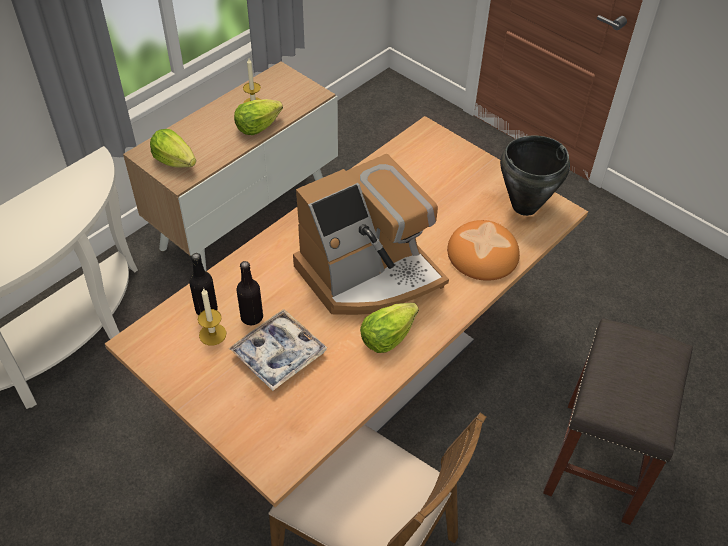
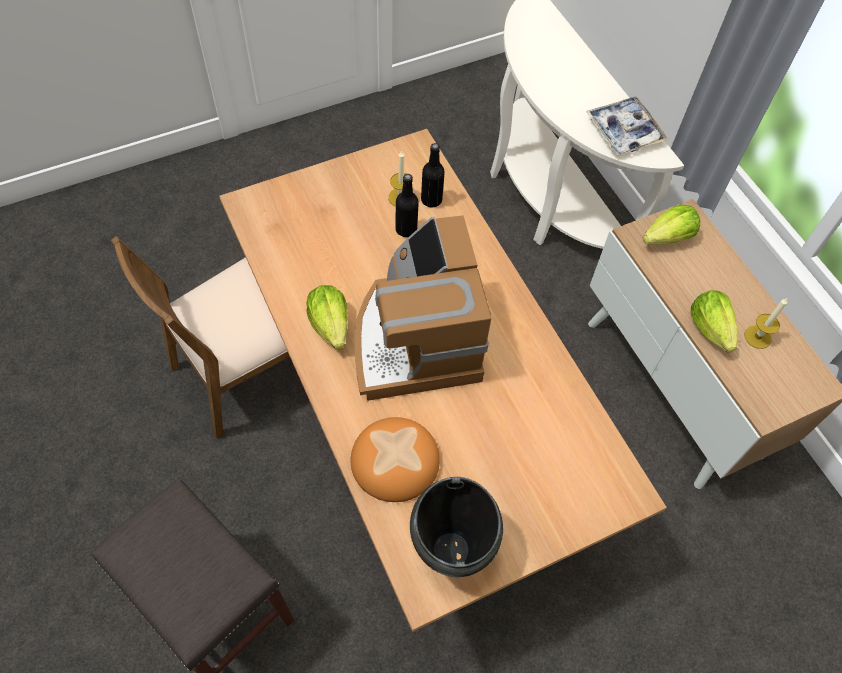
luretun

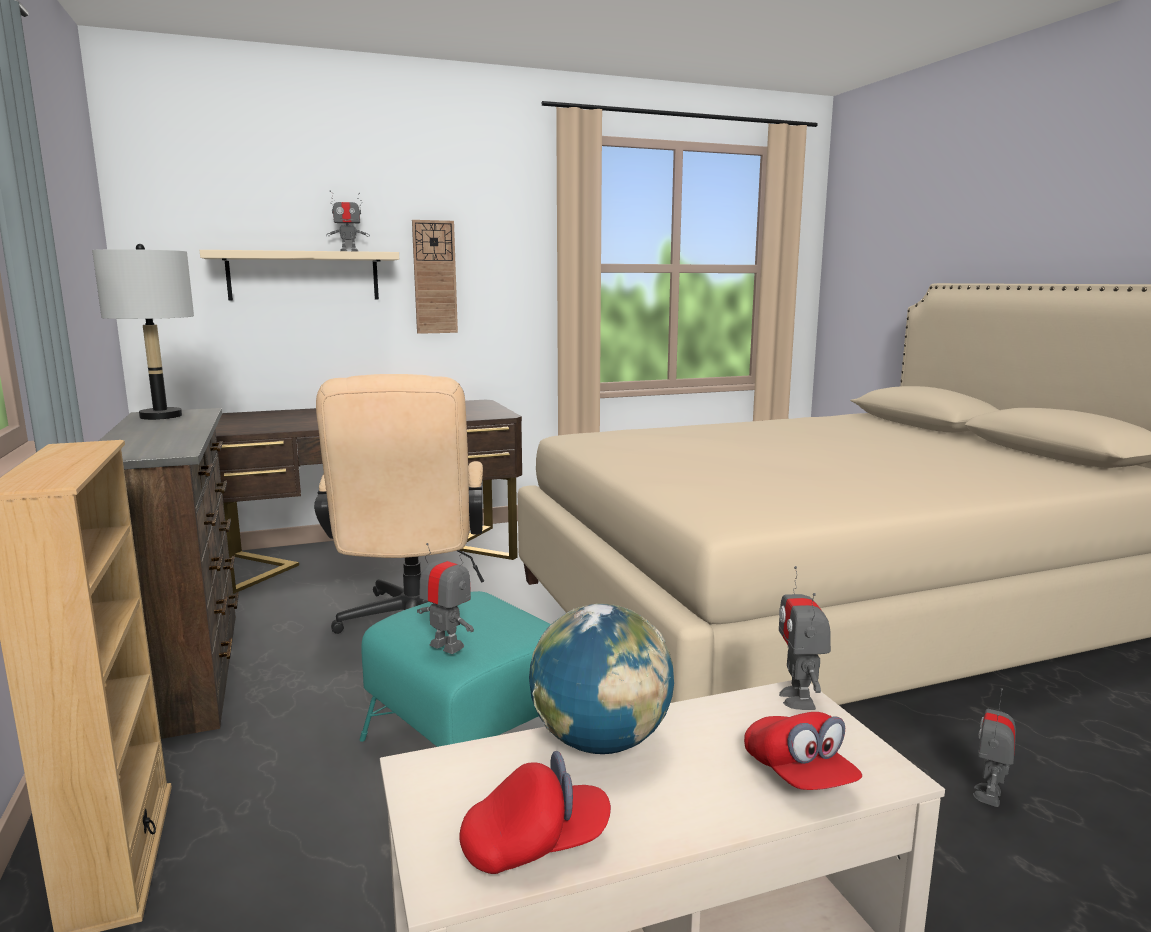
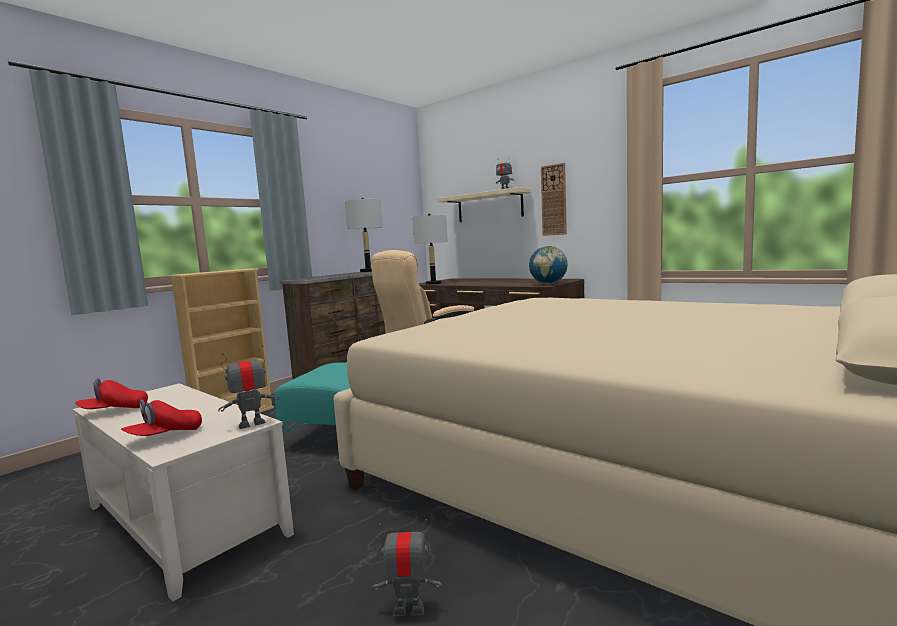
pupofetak (no. 2 from left in the first image); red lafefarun (no. 1 from left); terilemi; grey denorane (no. 2 from left)

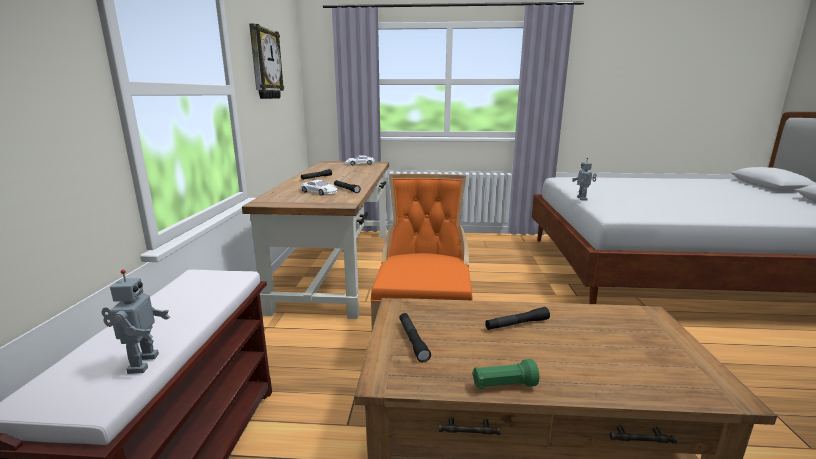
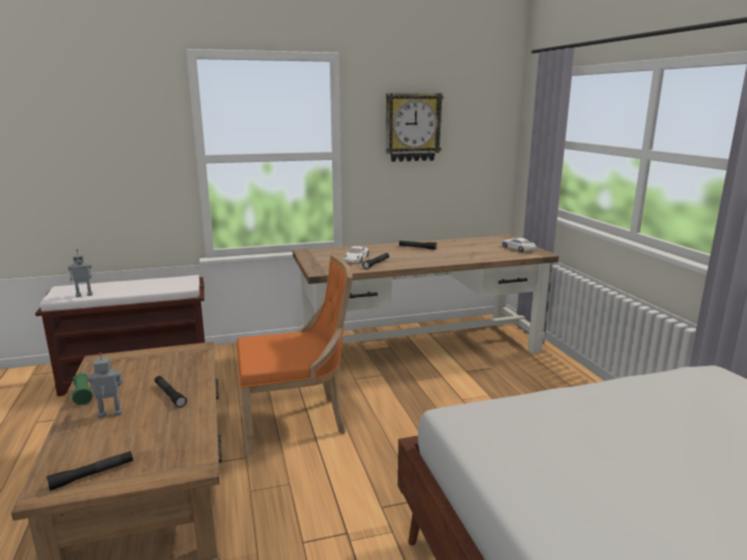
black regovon (no. 1 from left); pupofetak (no. 2 from left)

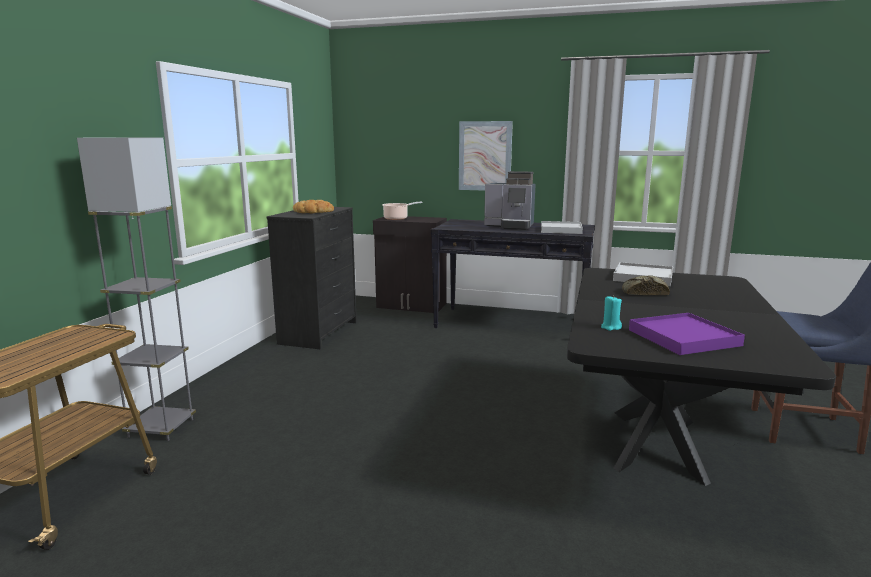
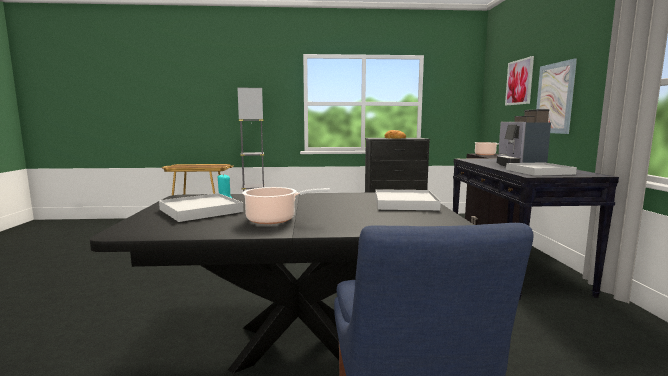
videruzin (no. 2 from left in the first image); white luretun (no. 1 from left); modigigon (no. 1 from left); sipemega (no. 1 from left)

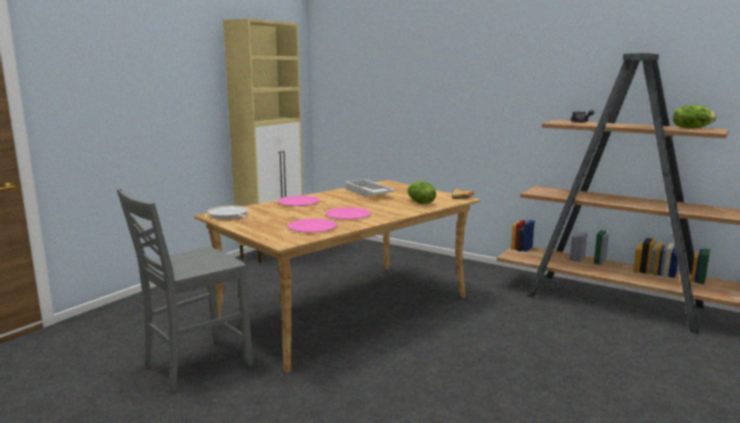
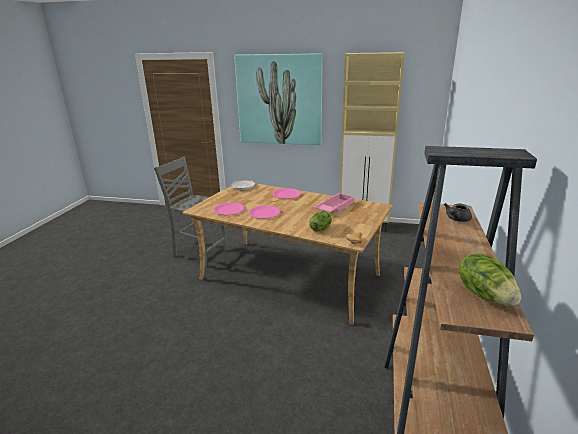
pink luretun; sipemega

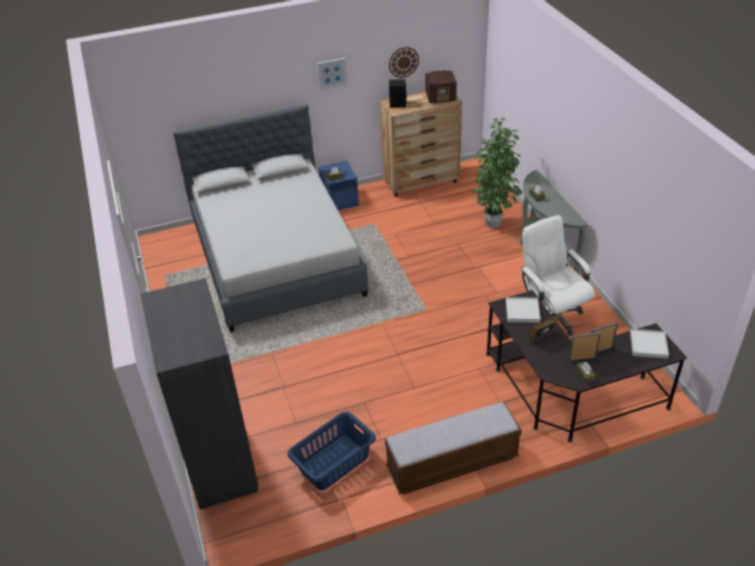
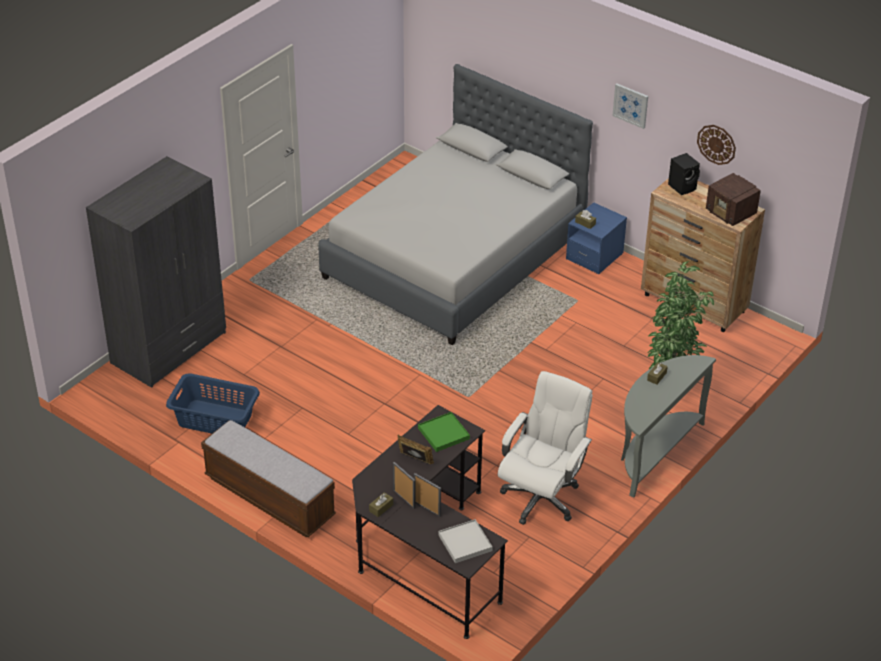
green luretun

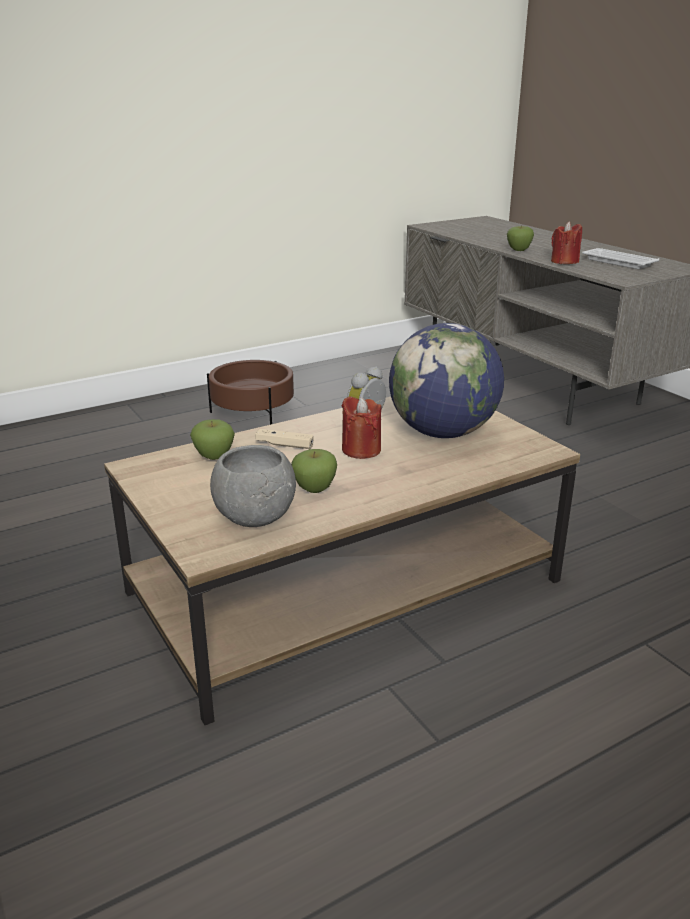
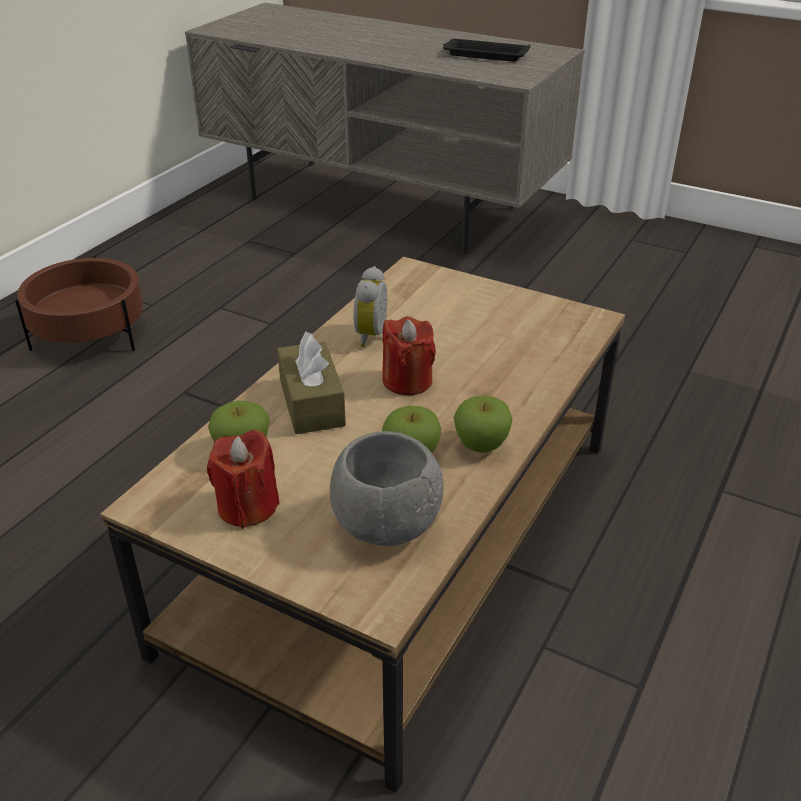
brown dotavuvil; terilemi; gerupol (no. 3 from left); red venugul (no. 1 from left); black luretun

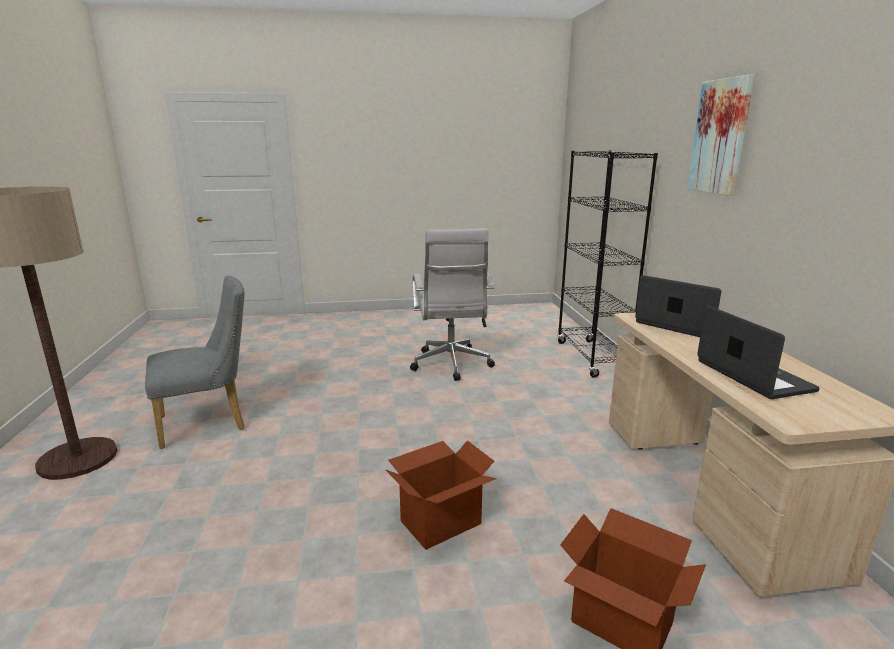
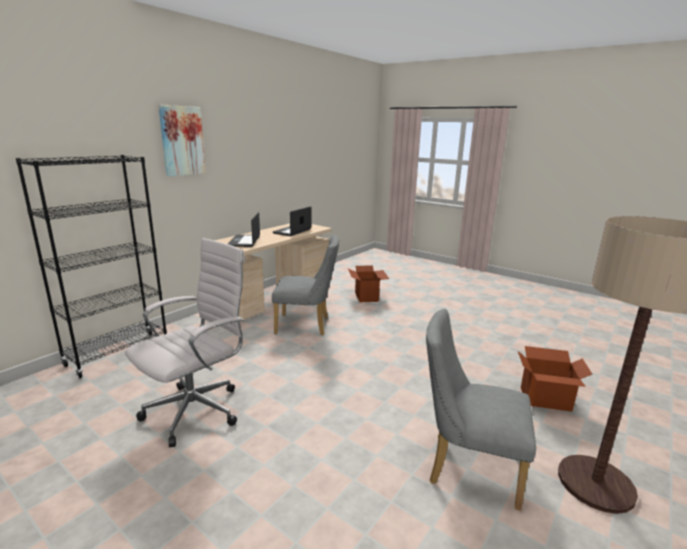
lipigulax (no. 2 from left); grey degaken (no. 1 from left)

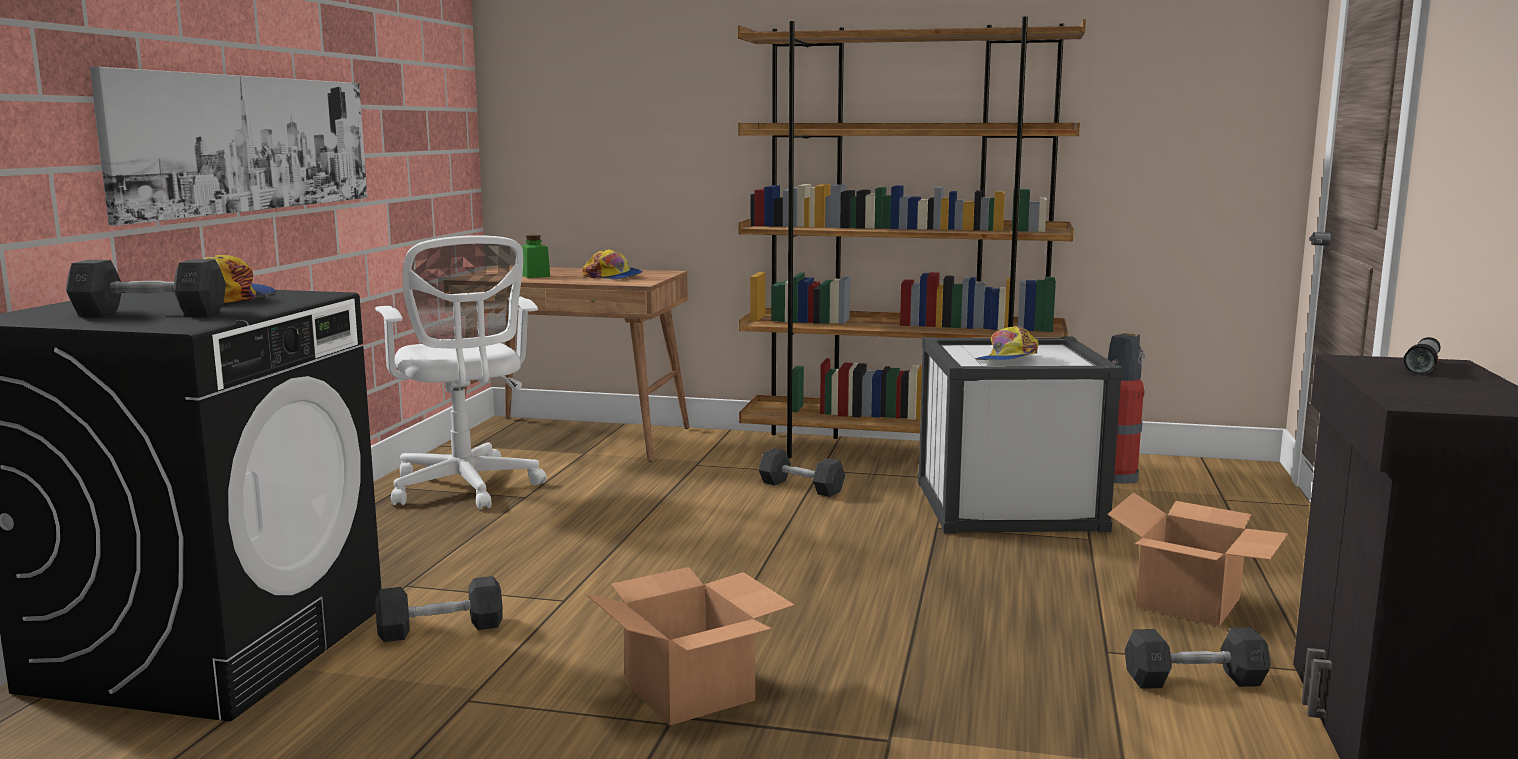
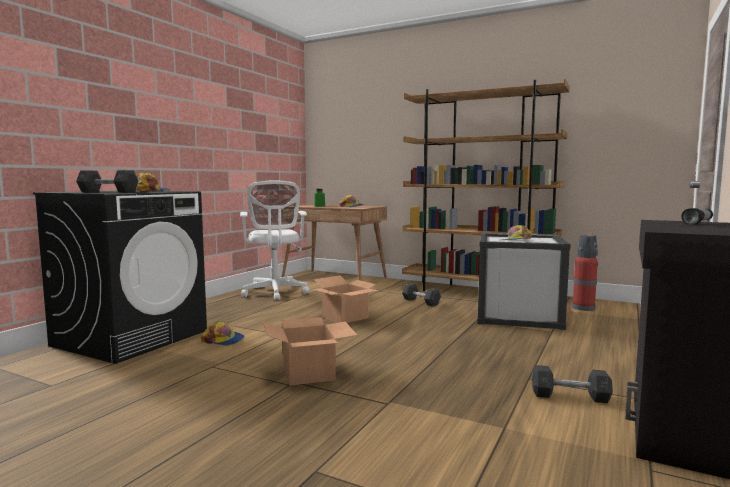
sipemega; lafefarun (no. 2 from left); lipigulax (no. 2 from left)

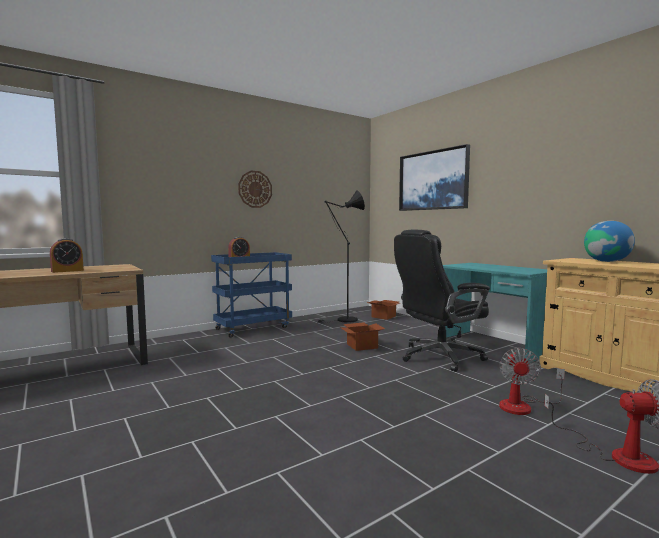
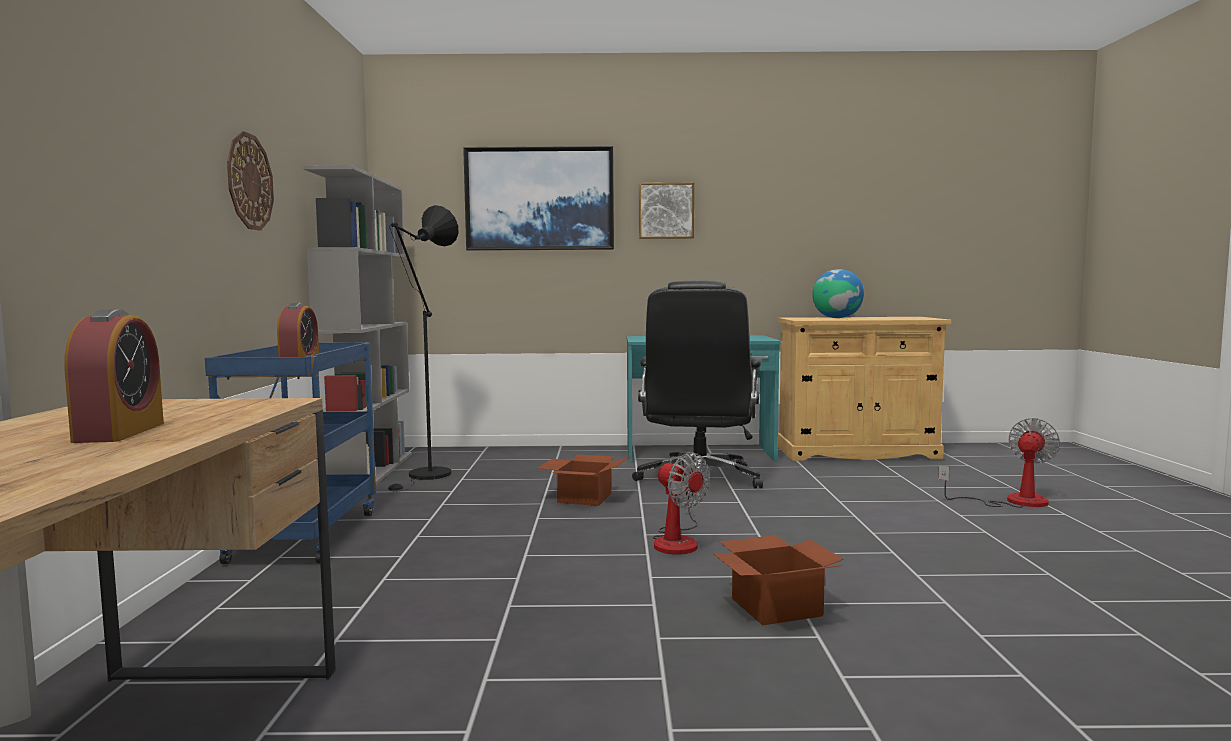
lipigulax (no. 2 from left); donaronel (no. 1 from left); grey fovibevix; sipemega (no. 2 from left)

